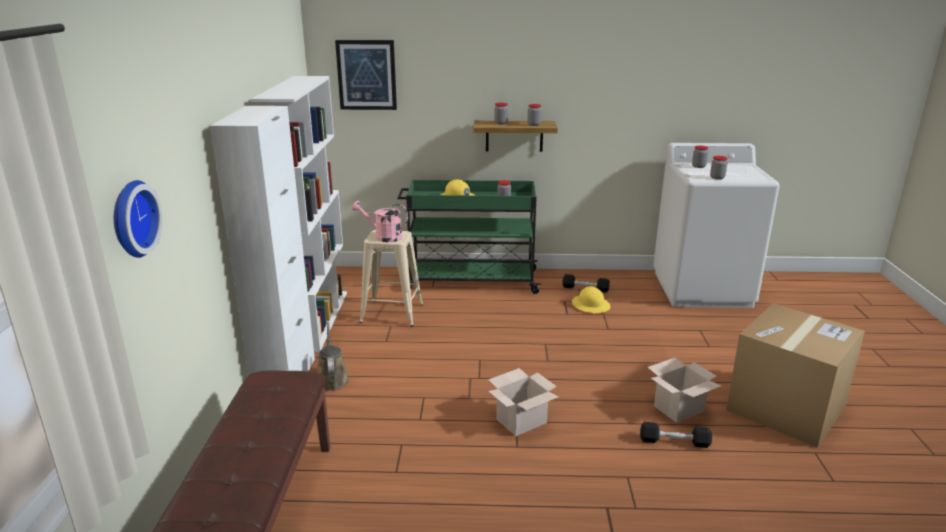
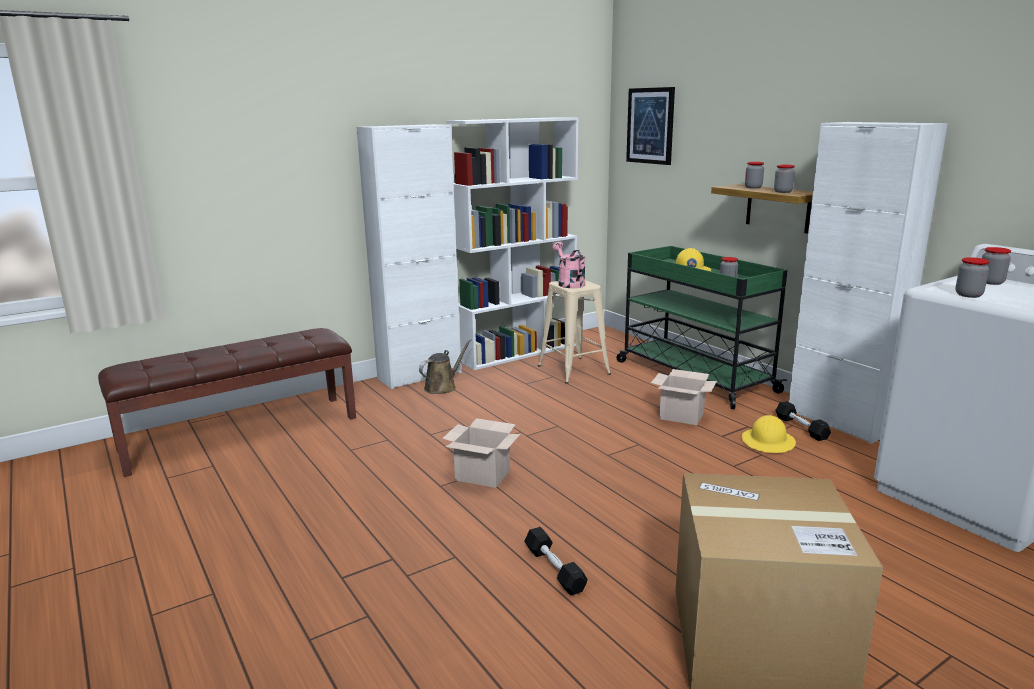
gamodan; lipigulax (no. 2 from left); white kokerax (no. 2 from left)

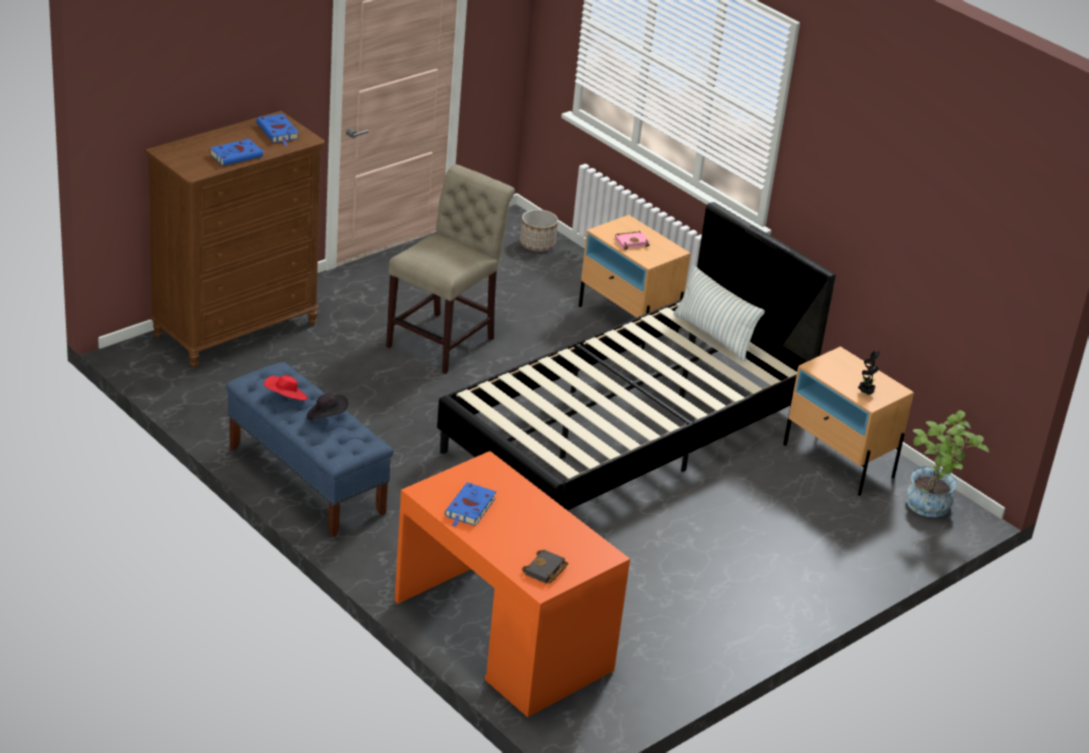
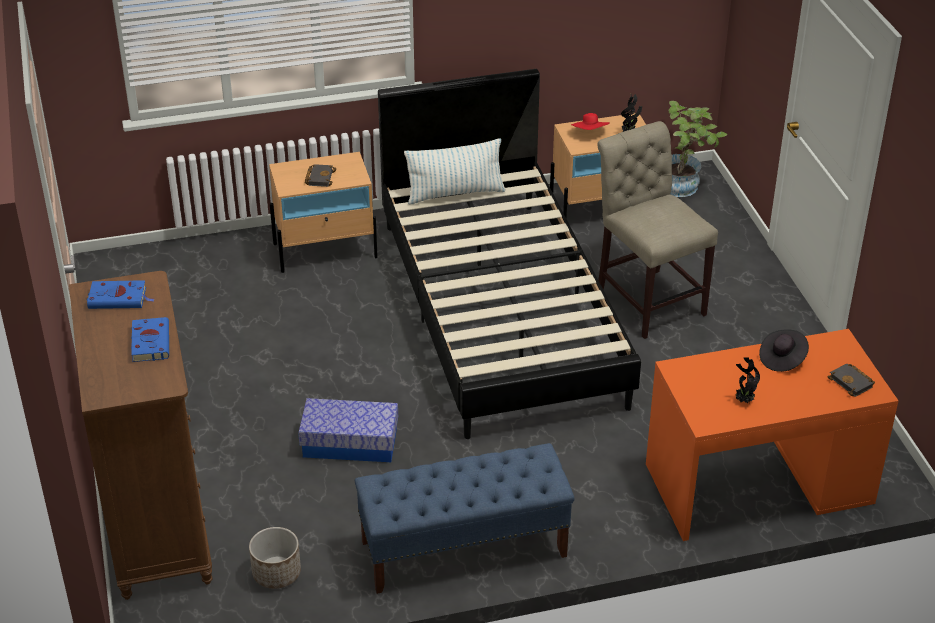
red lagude; black lagude; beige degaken; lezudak (no. 3 from left); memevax; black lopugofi (no. 1 from left); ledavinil

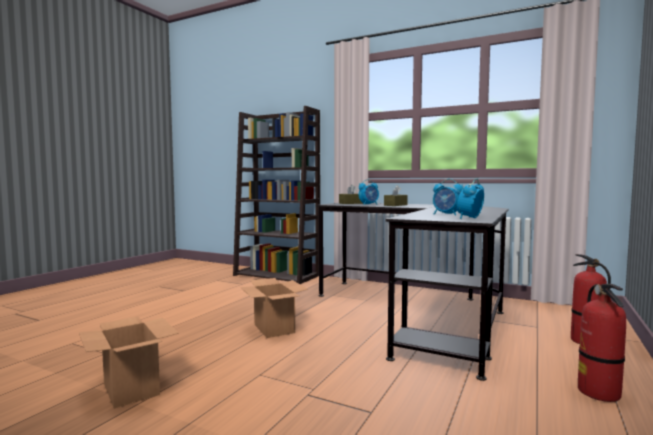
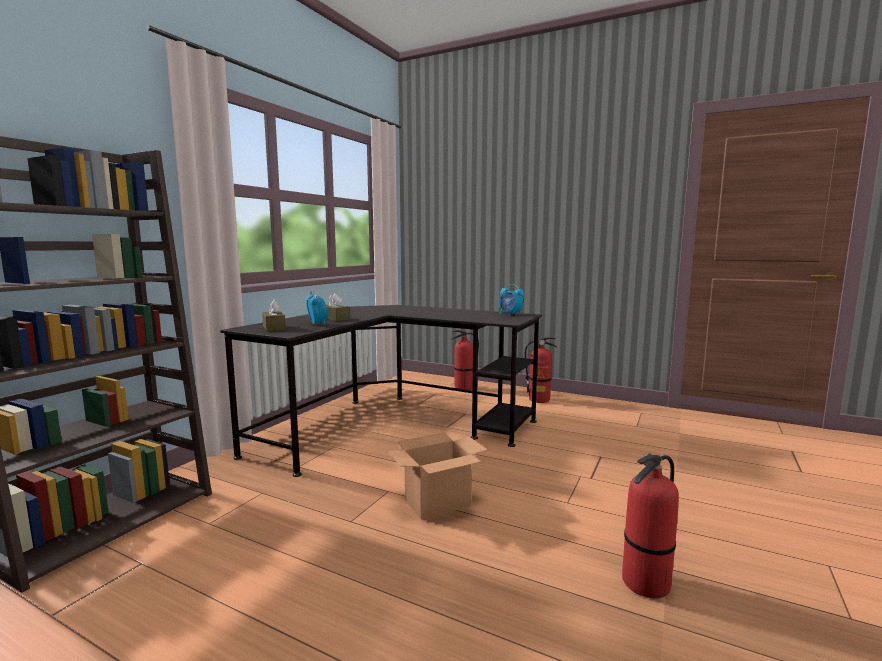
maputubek (no. 3 from left); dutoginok (no. 2 from left in the first image)

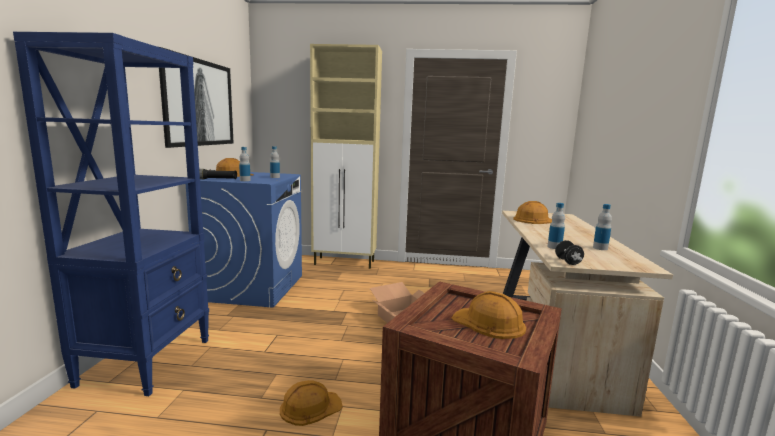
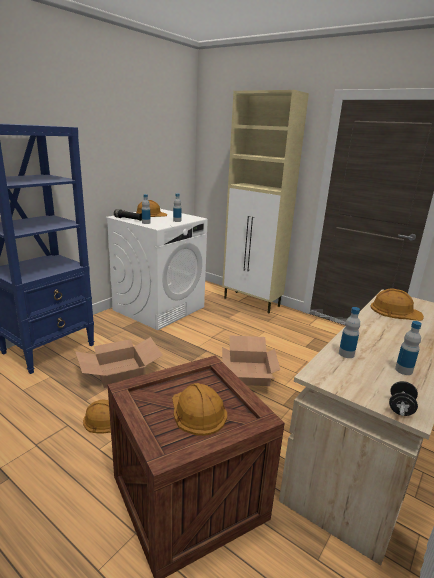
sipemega; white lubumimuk; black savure; lipigulax (no. 1 from left)

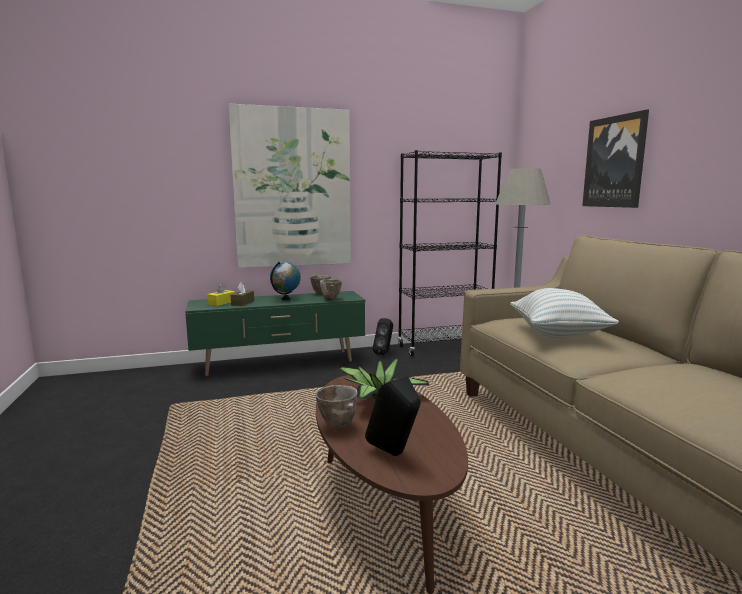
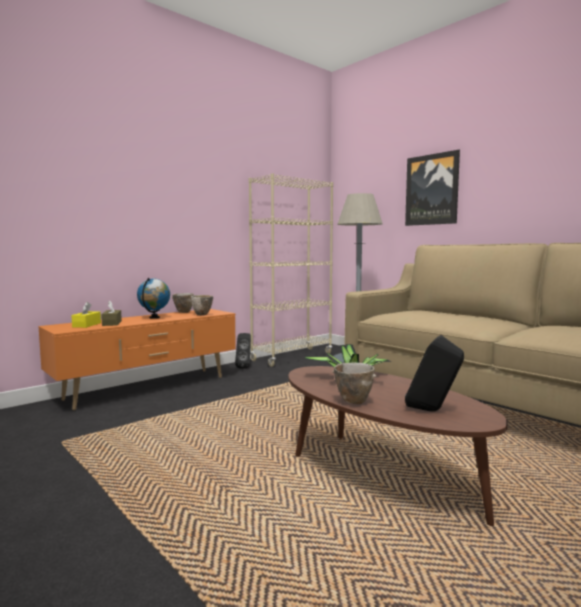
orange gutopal; sipemega (no. 1 from left in the first image); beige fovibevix; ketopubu

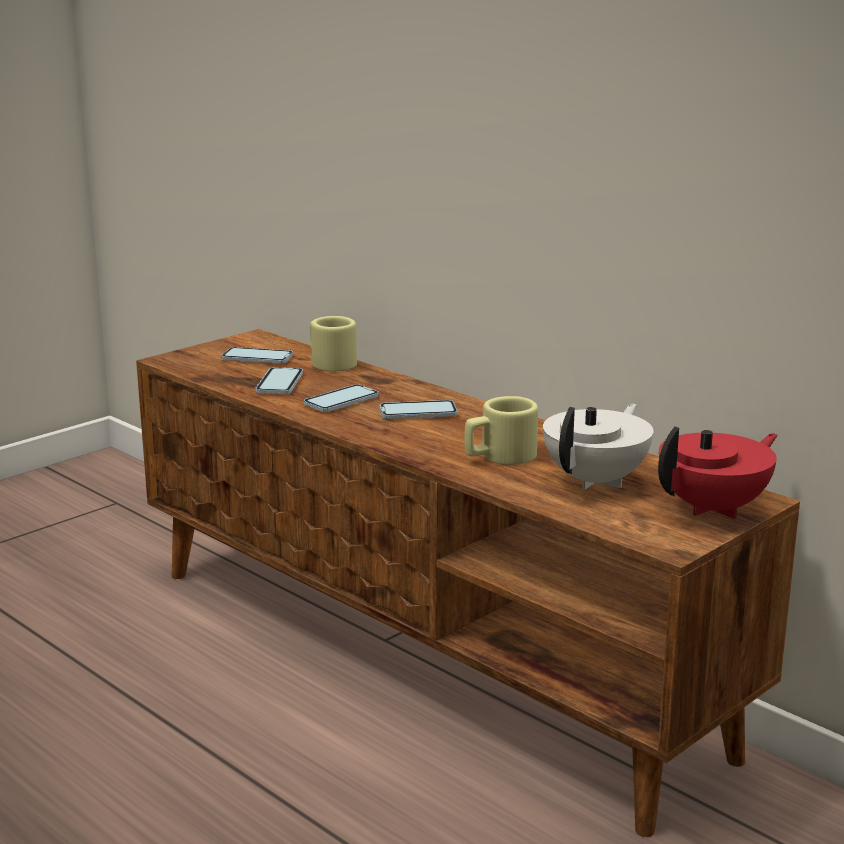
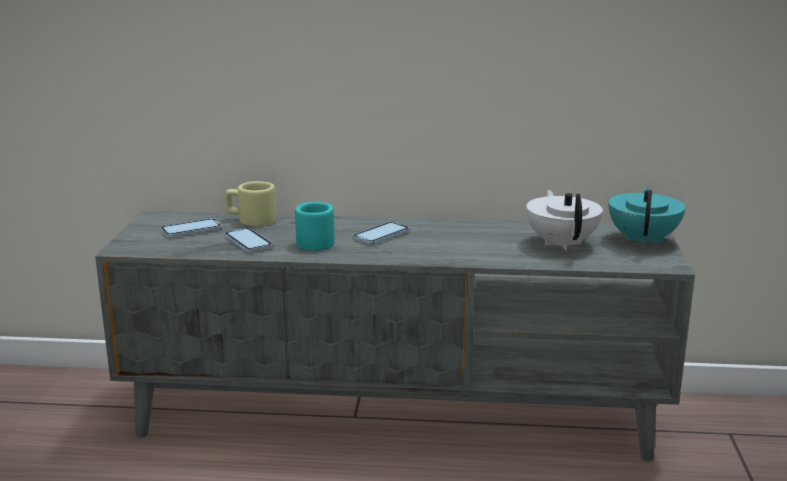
grey gutopal; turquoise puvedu; beige puvedu (no. 2 from left in the first image); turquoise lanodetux

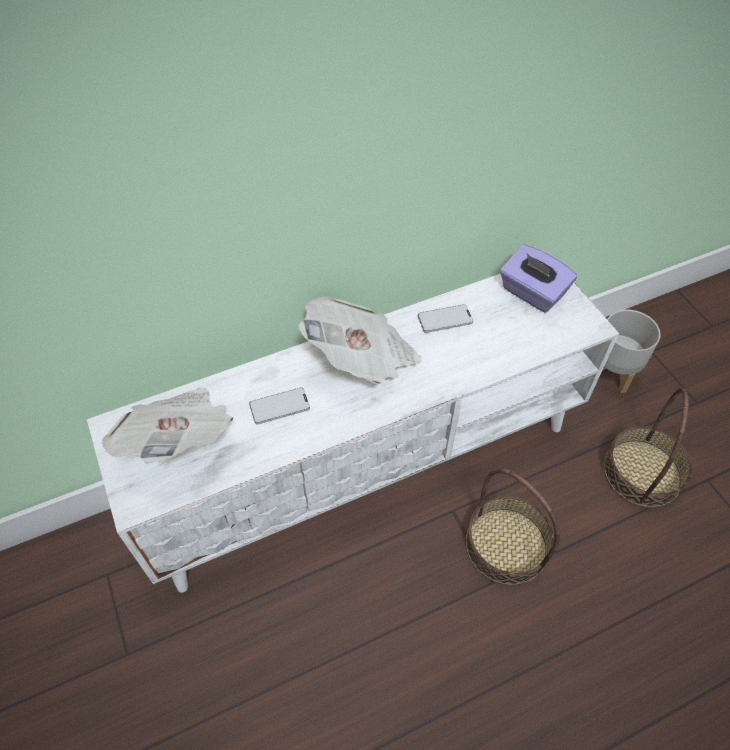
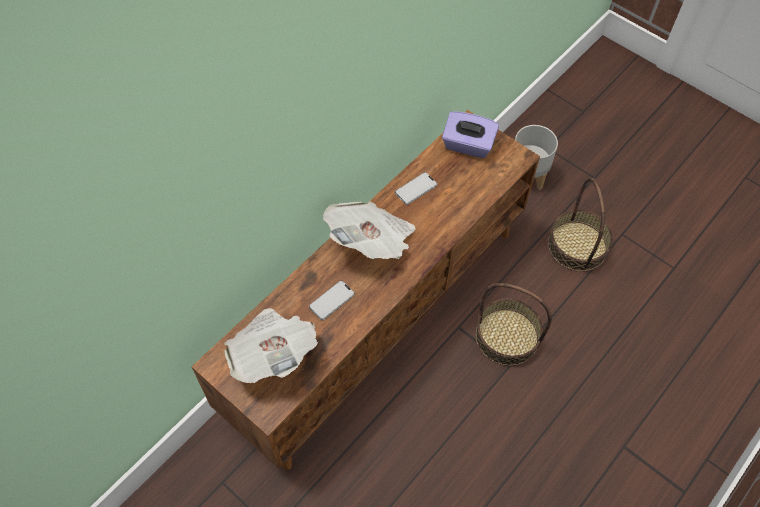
brown gutopal

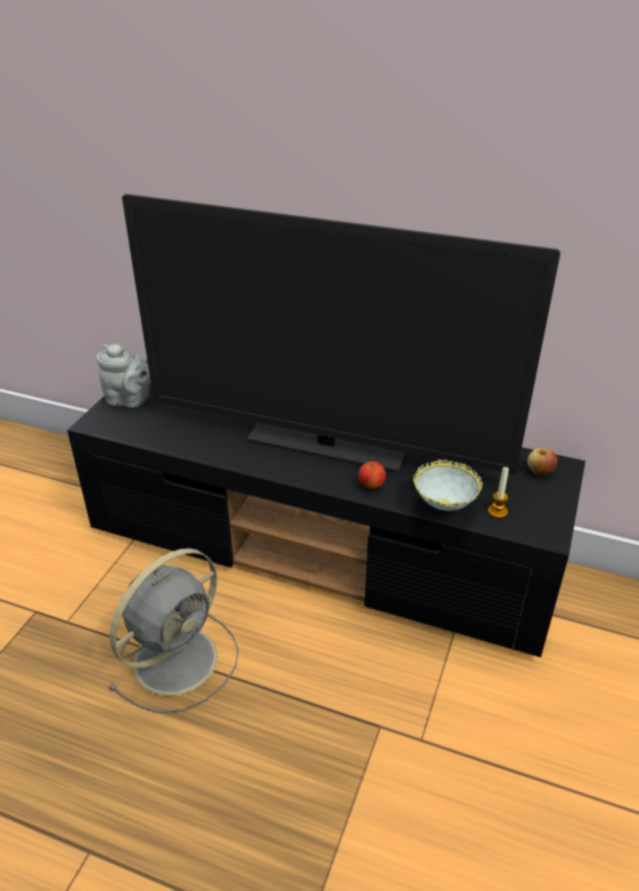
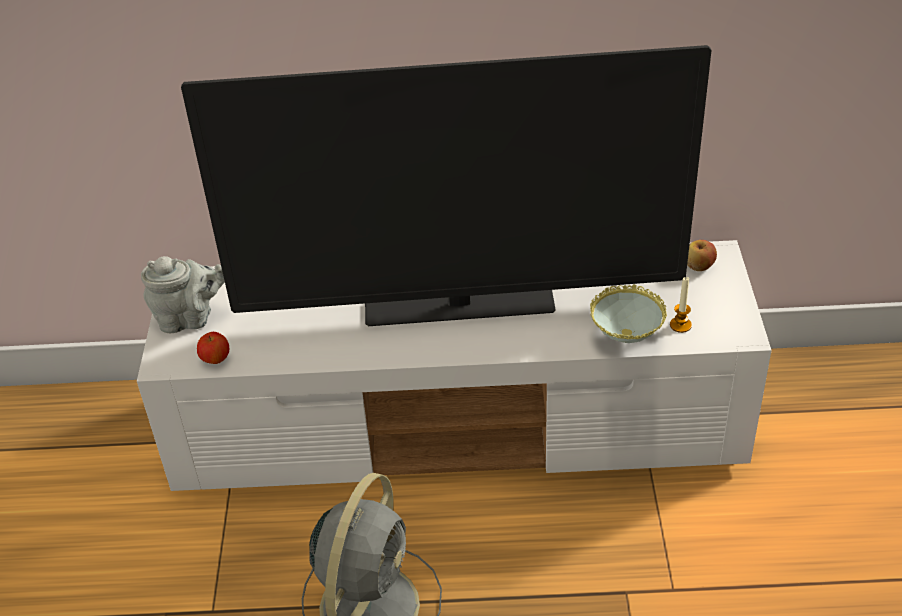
white gutopal; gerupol (no. 1 from left)

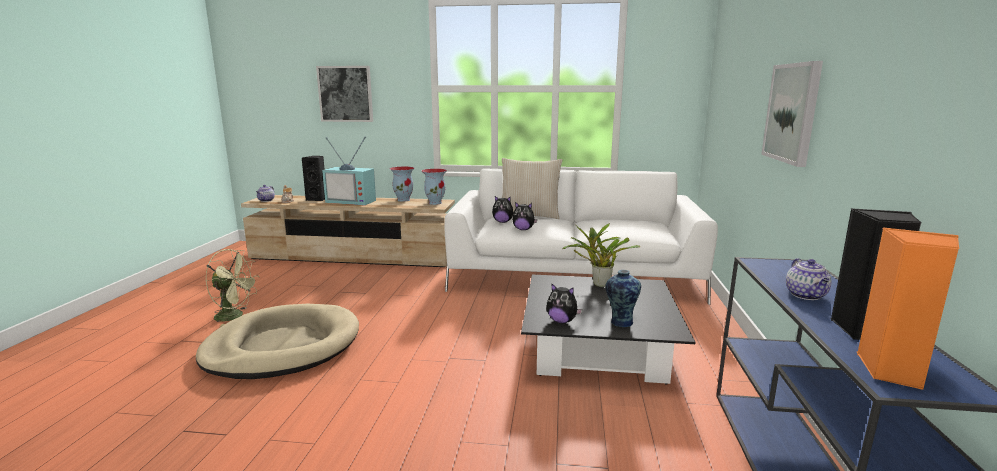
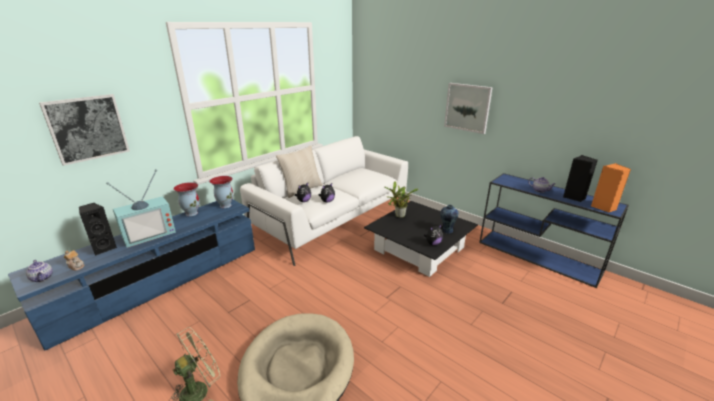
blue gutopal

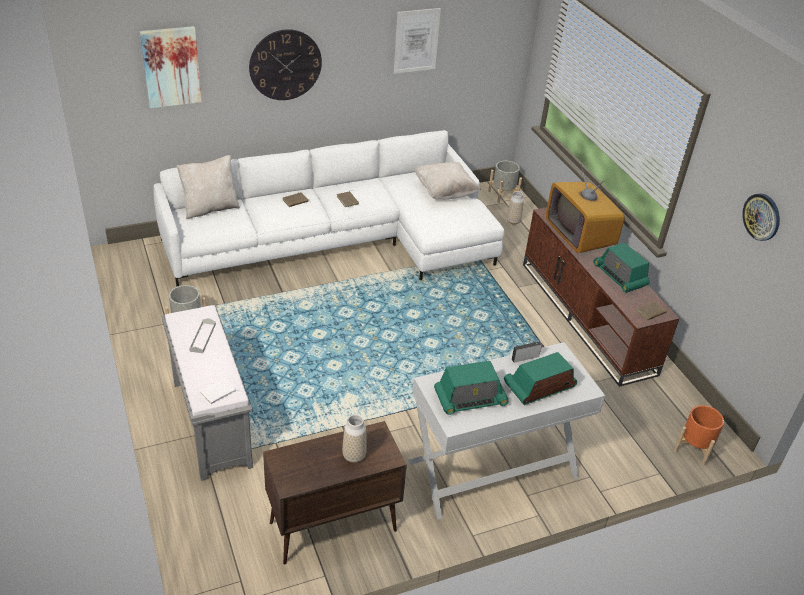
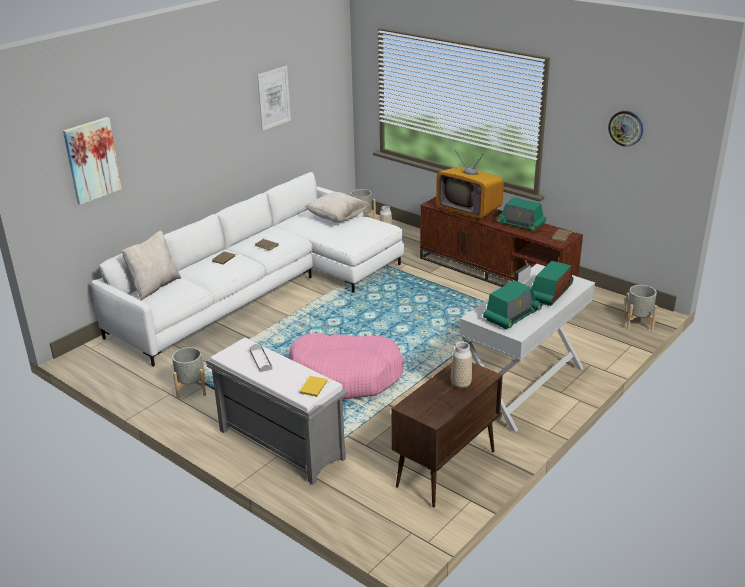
yellow lopugofi; gamodan (no. 1 from left in the first image); grey memevax (no. 3 from left); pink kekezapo

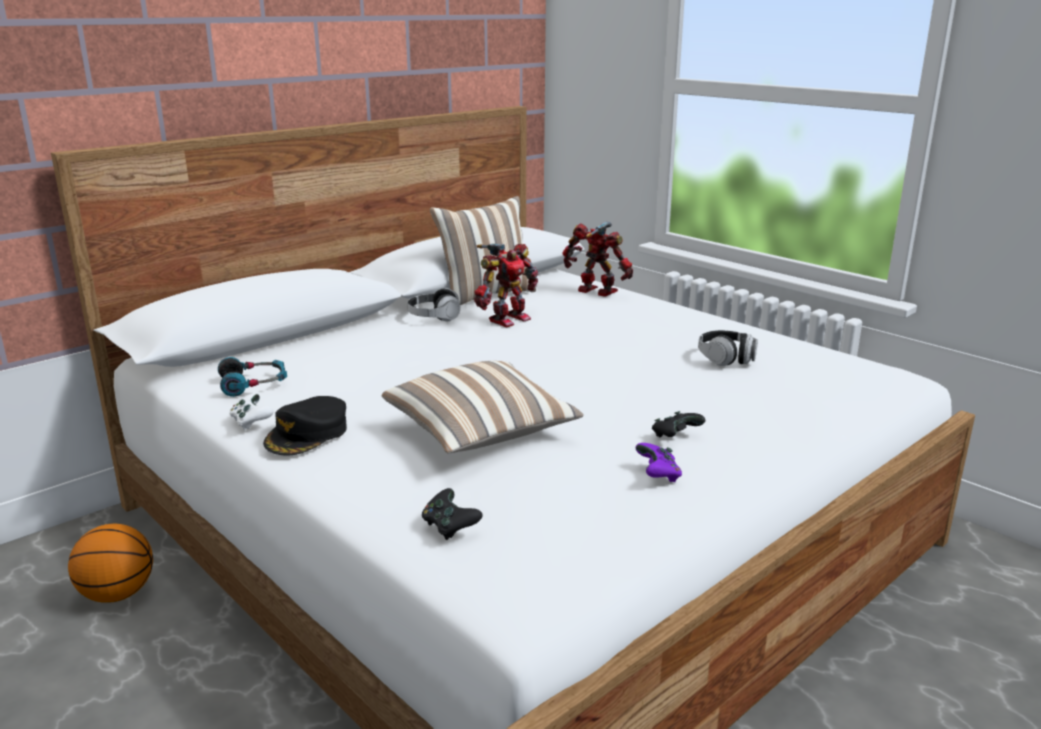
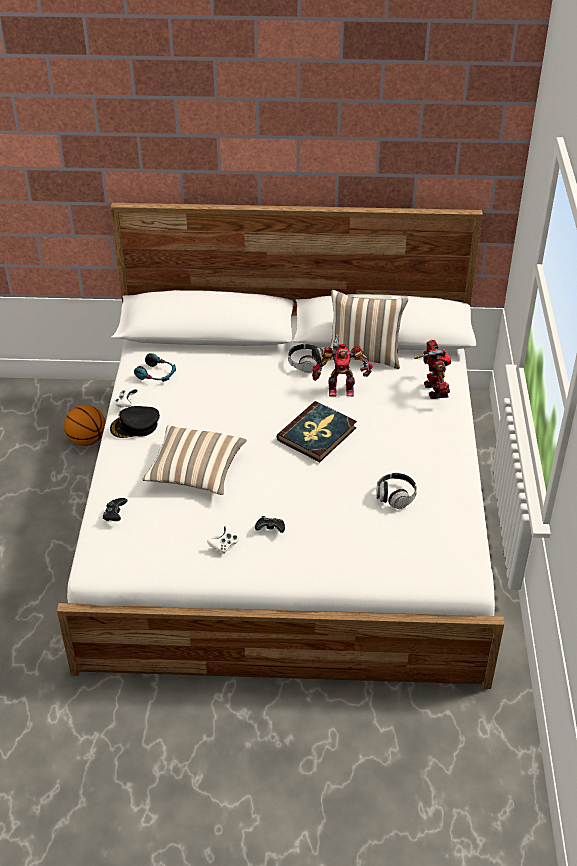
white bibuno (no. 2 from left); lopugofi

